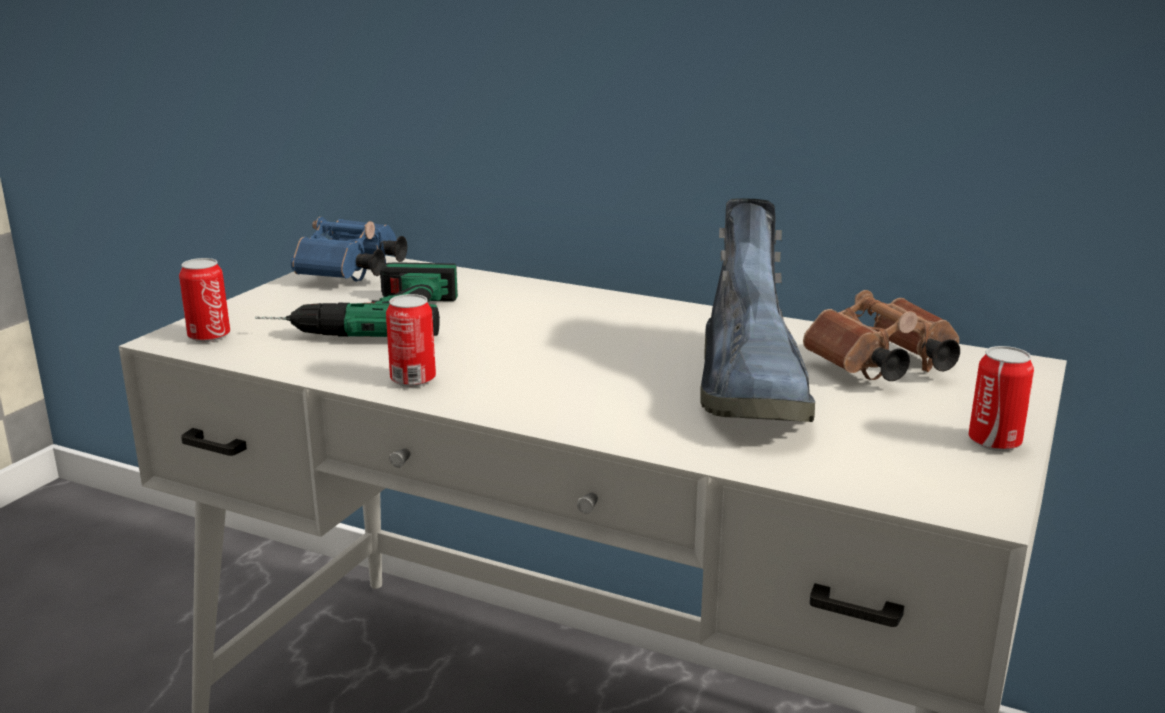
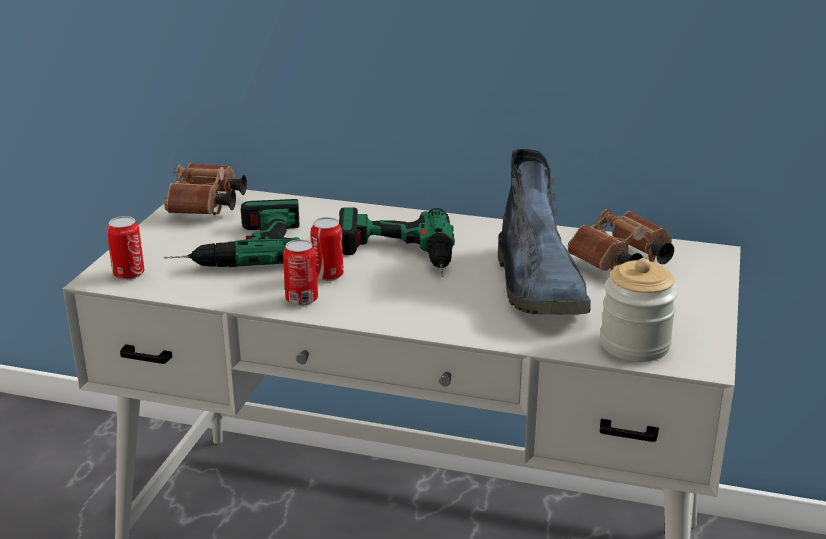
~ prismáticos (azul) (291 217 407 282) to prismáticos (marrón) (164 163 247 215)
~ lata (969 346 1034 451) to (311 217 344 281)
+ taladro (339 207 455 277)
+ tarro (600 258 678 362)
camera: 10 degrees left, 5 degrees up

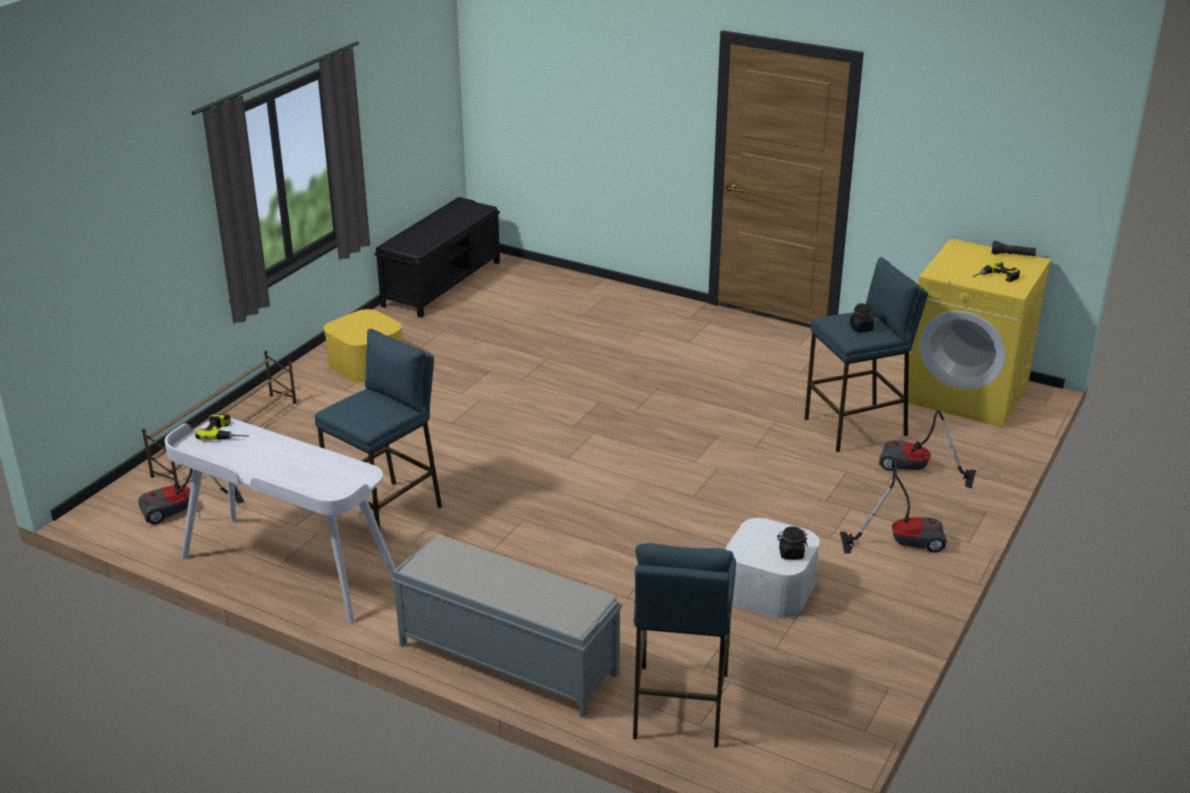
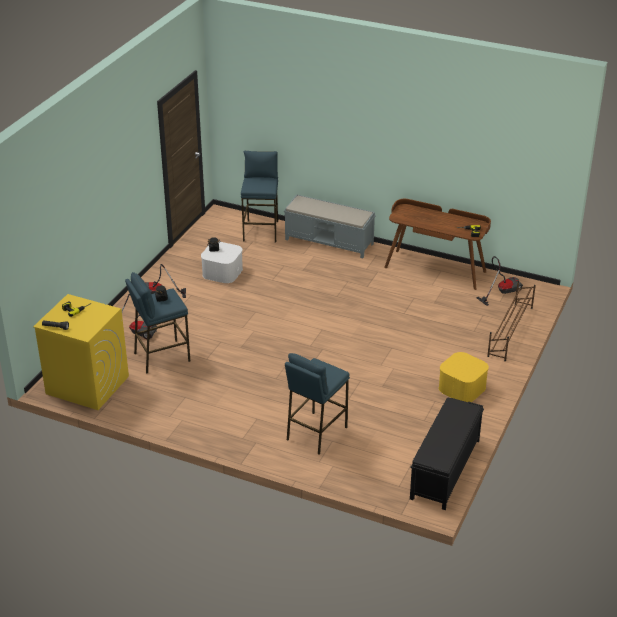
~ taburete (azul) (315 329 442 548) to (285 353 350 455)
~ escritorio (blanco) (165 418 396 624) to escritorio (marrón) (384 199 491 290)
camera: 175 degrees right, 5 degrees up

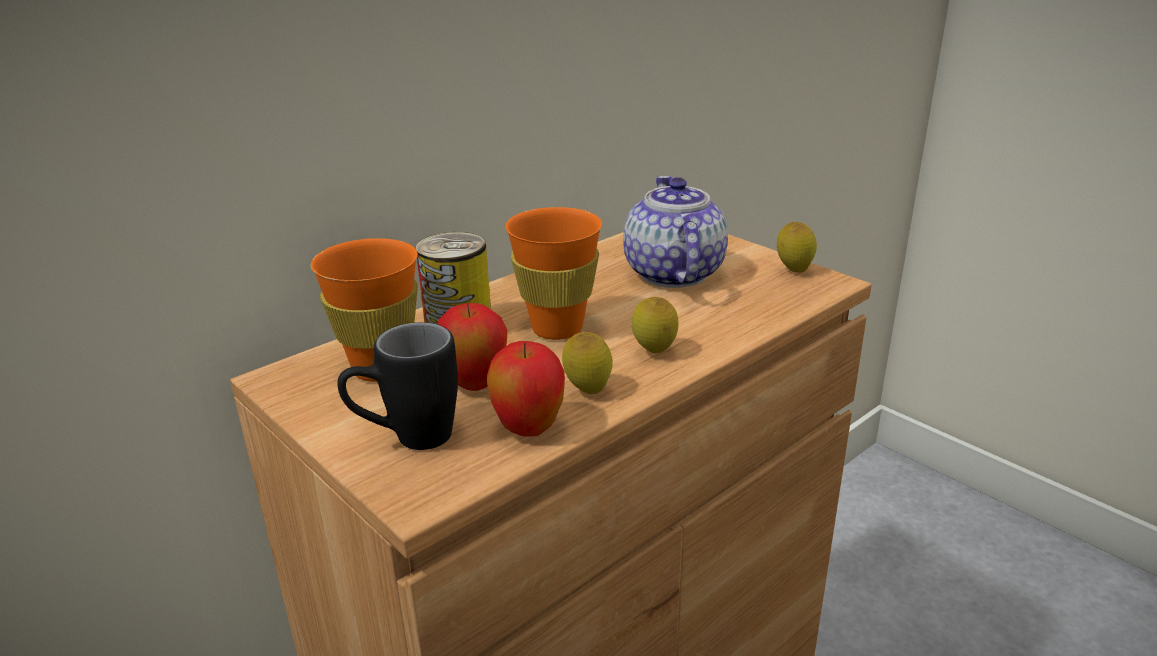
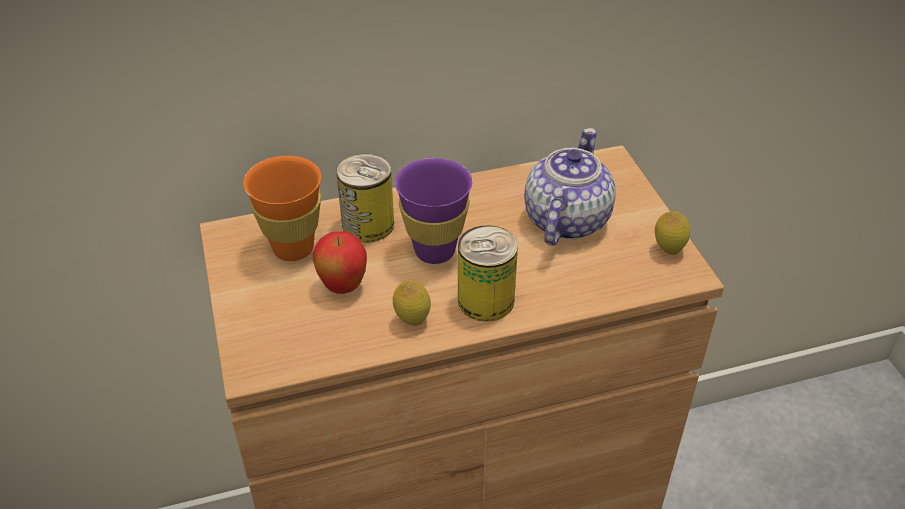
~ taza (naranja) (505 207 602 340) to taza (morado) (395 158 472 264)
~ limón (631 297 679 353) to lata (458 225 518 322)
- taza grande (negro) (337 322 458 450)
- manzana (487 341 565 437)
camera: 25 degrees right, 15 degrees up

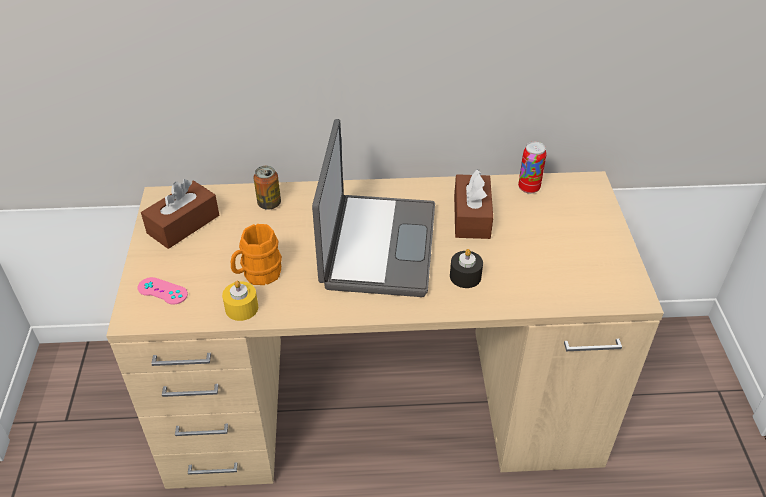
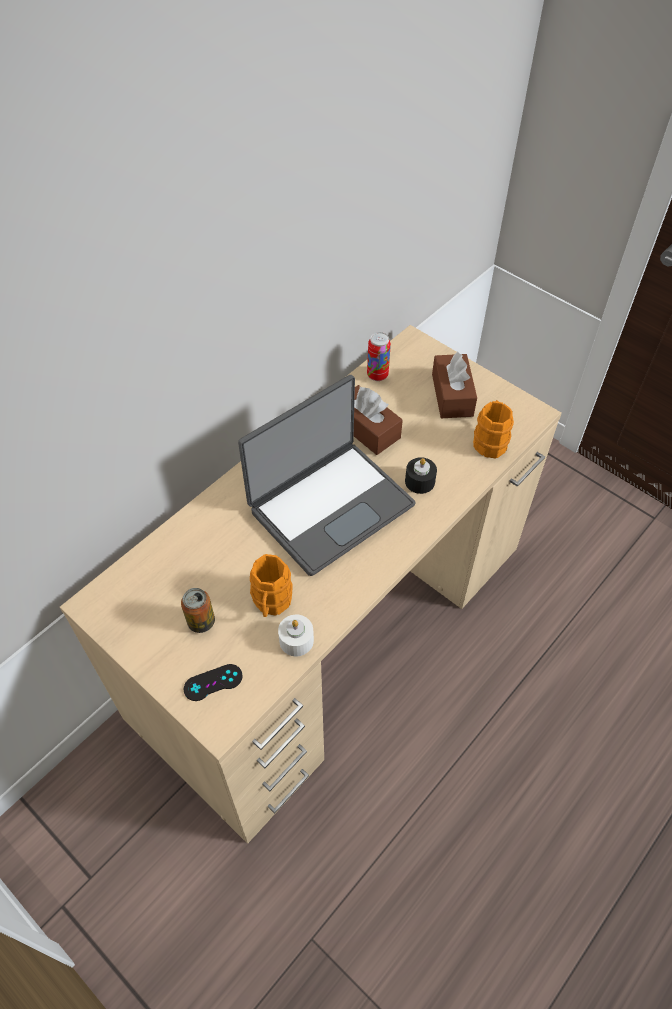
~ lata (253 166 281 210) to (181 588 215 633)
~ mando de consola (rosa) (138 277 188 305) to mando de consola (negro) (183 664 243 701)
~ portátil (312 119 435 297) = (238 375 416 576) 90 degrees clockwise
~ vela (amarillo) (222 281 258 321) to vela (blanco) (278 615 314 656)
~ caja de pañuelos (marrón) (141 179 219 249) to (432 351 477 418)
+ taza grande (naranja) (473 400 514 458)
camera: 45 degrees left, 10 degrees up

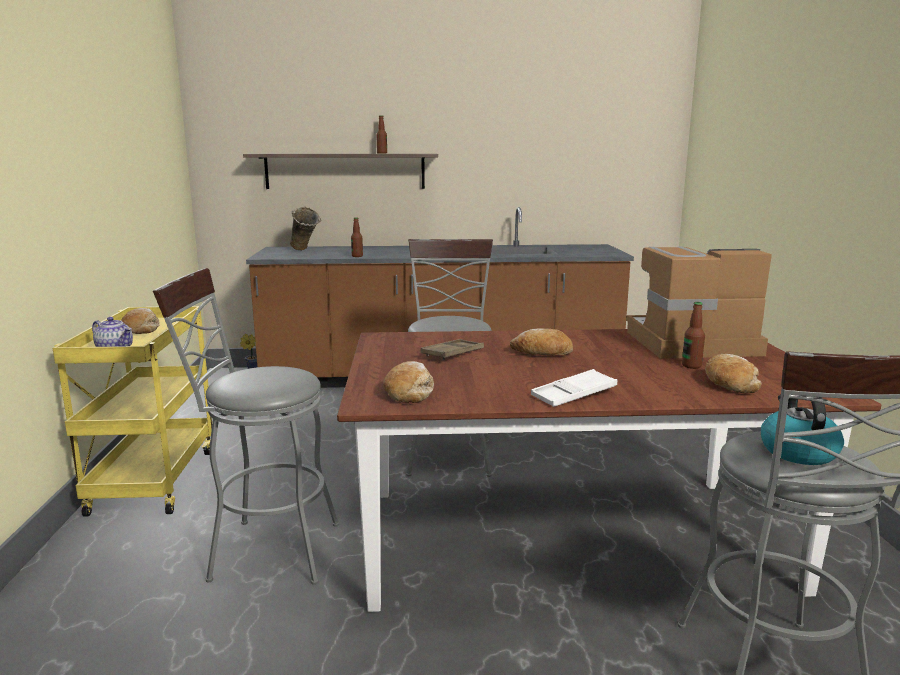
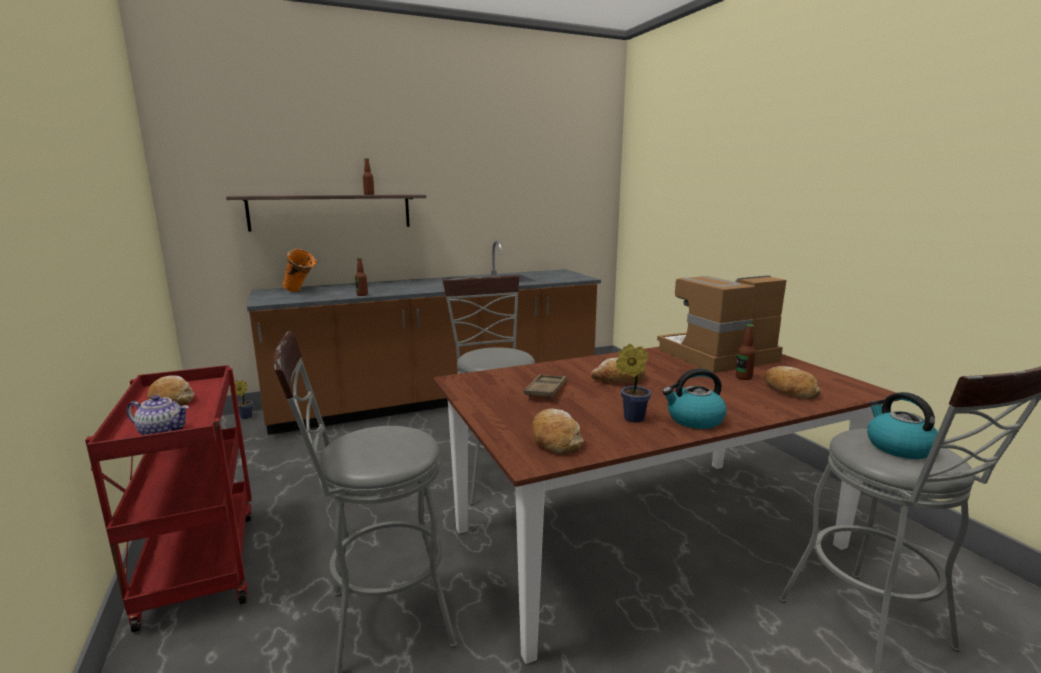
~ carrito (amarillo) (53 306 212 517) to carrito (rojo) (85 365 252 632)
~ florero (beis) (290 207 321 250) to florero (naranja) (283 249 318 292)
+ planta en maceta (616 344 651 423)
~ bandeja (blanco) (531 369 617 407) to hervidor (662 369 727 429)
camera: 20 degrees left, 0 degrees up

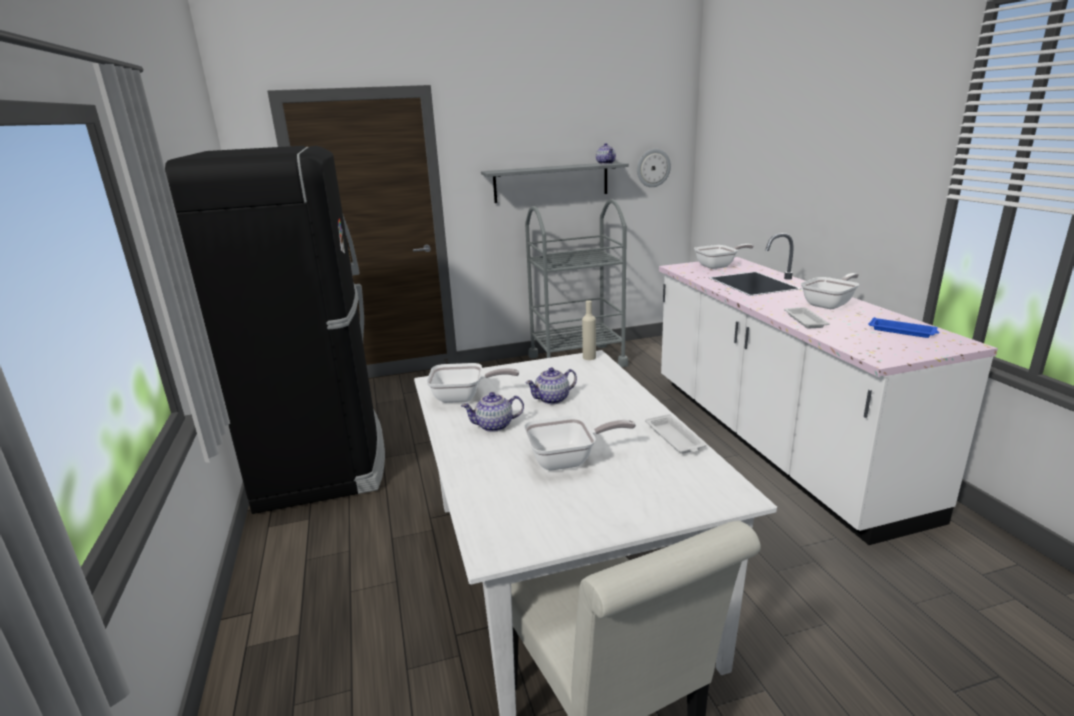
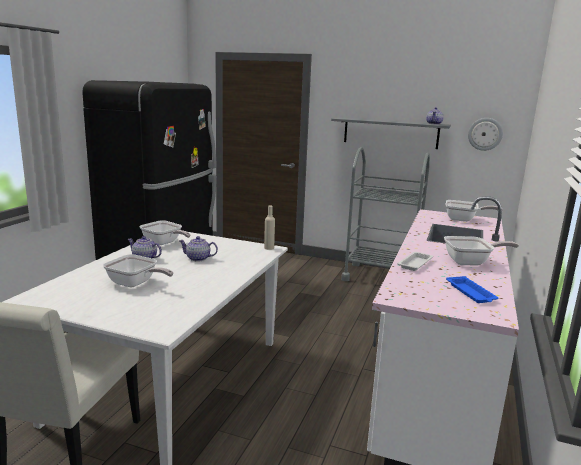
- bandeja (blanco) (645 414 706 454)
camera: 35 degrees right, 5 degrees down

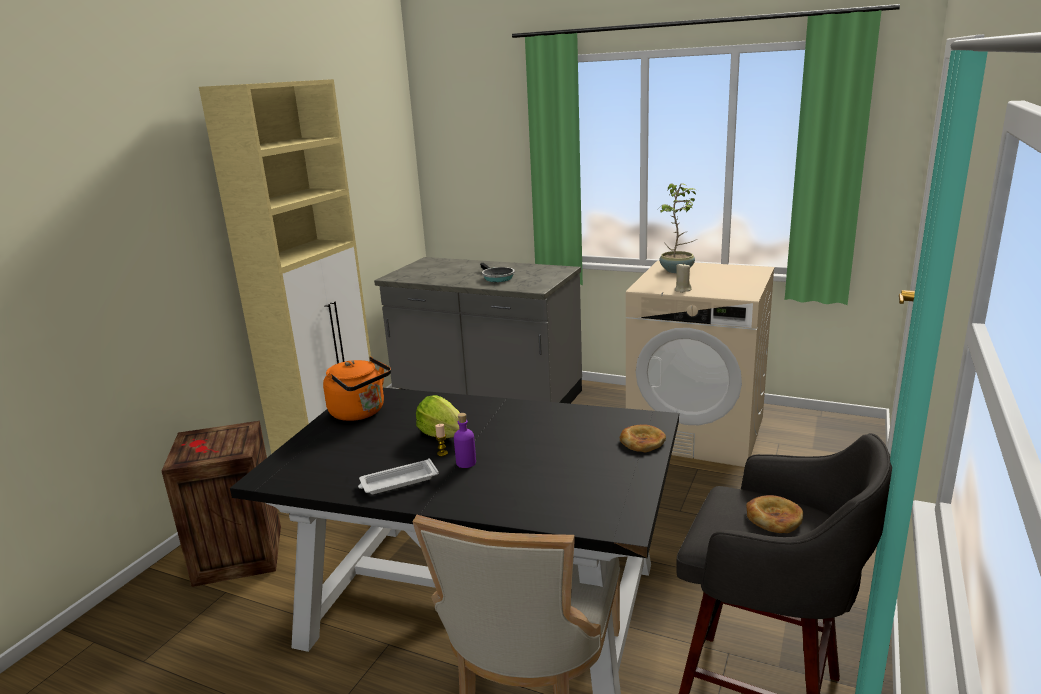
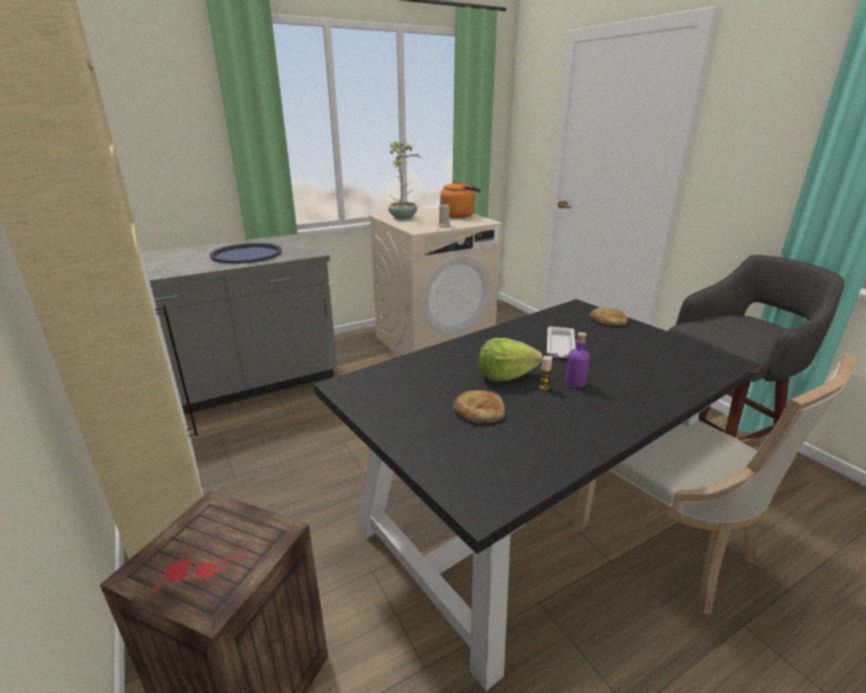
~ sartén (480 263 515 282) to bandeja (azul) (210 243 282 264)
~ hervidor (naranja) (323 357 391 421) to (440 181 481 218)
~ pan (746 495 803 533) to (453 390 505 423)
~ bandeja (blanco) (358 458 439 494) to (547 326 576 358)
camera: 55 degrees left, 5 degrees up

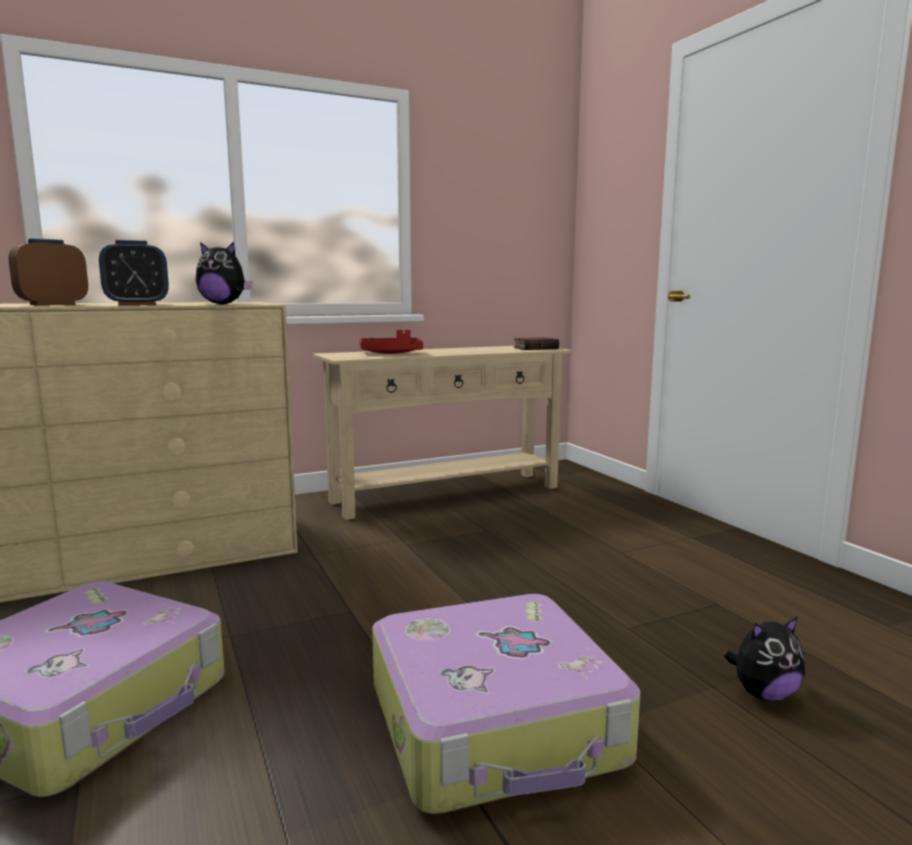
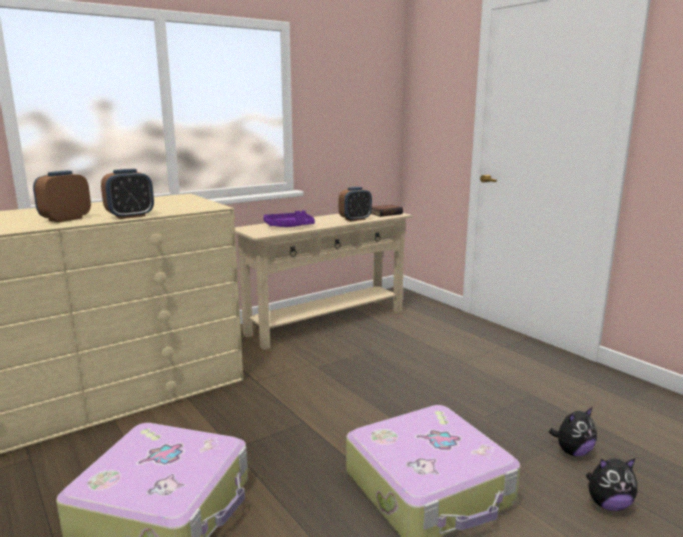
~ bandeja (rojo) (359 330 423 354) to bandeja (morado) (263 210 315 227)
+ despertador (339 187 372 221)
~ peluche (196 242 253 304) to (586 458 637 511)
camera: 10 degrees left, 5 degrees up

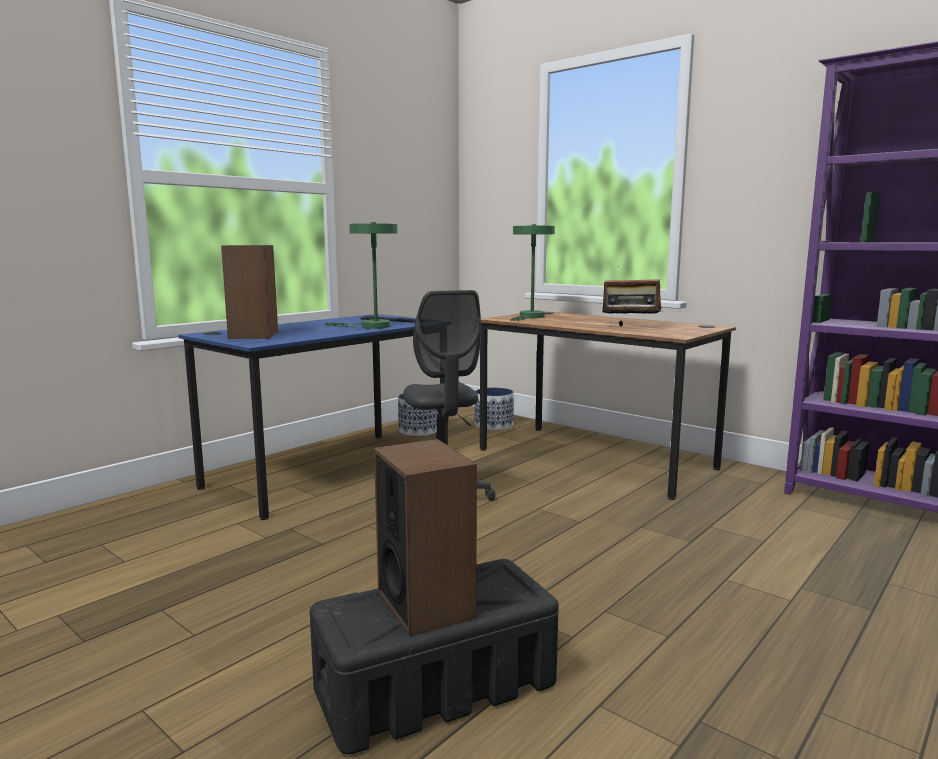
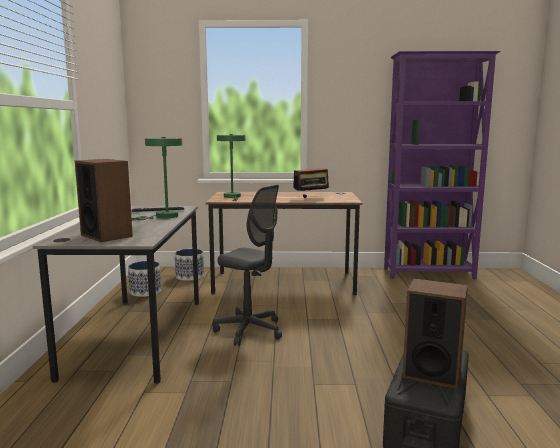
~ escritorio (azul) (178 314 448 520) to escritorio (gris) (33 206 199 384)
camera: 40 degrees left, 0 degrees up

